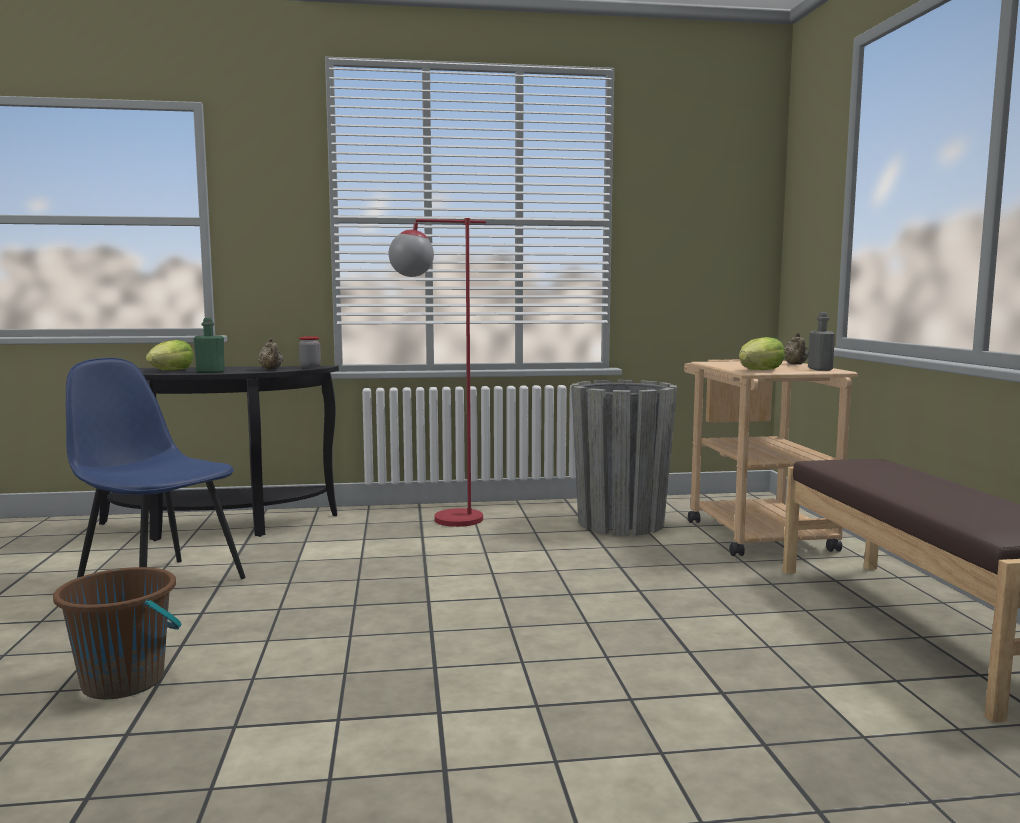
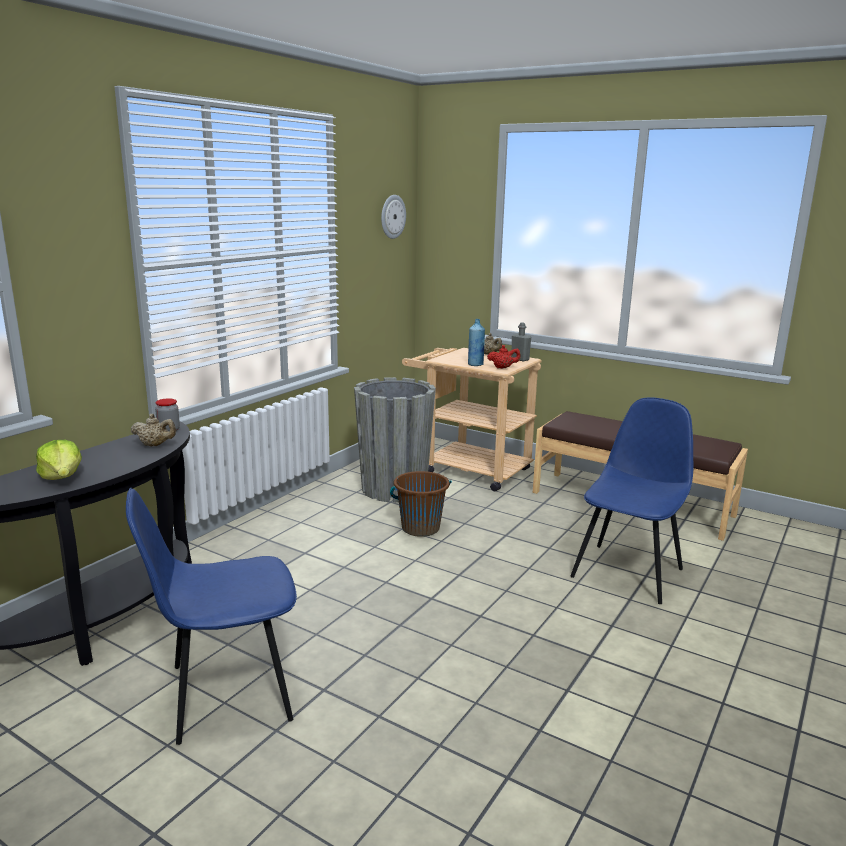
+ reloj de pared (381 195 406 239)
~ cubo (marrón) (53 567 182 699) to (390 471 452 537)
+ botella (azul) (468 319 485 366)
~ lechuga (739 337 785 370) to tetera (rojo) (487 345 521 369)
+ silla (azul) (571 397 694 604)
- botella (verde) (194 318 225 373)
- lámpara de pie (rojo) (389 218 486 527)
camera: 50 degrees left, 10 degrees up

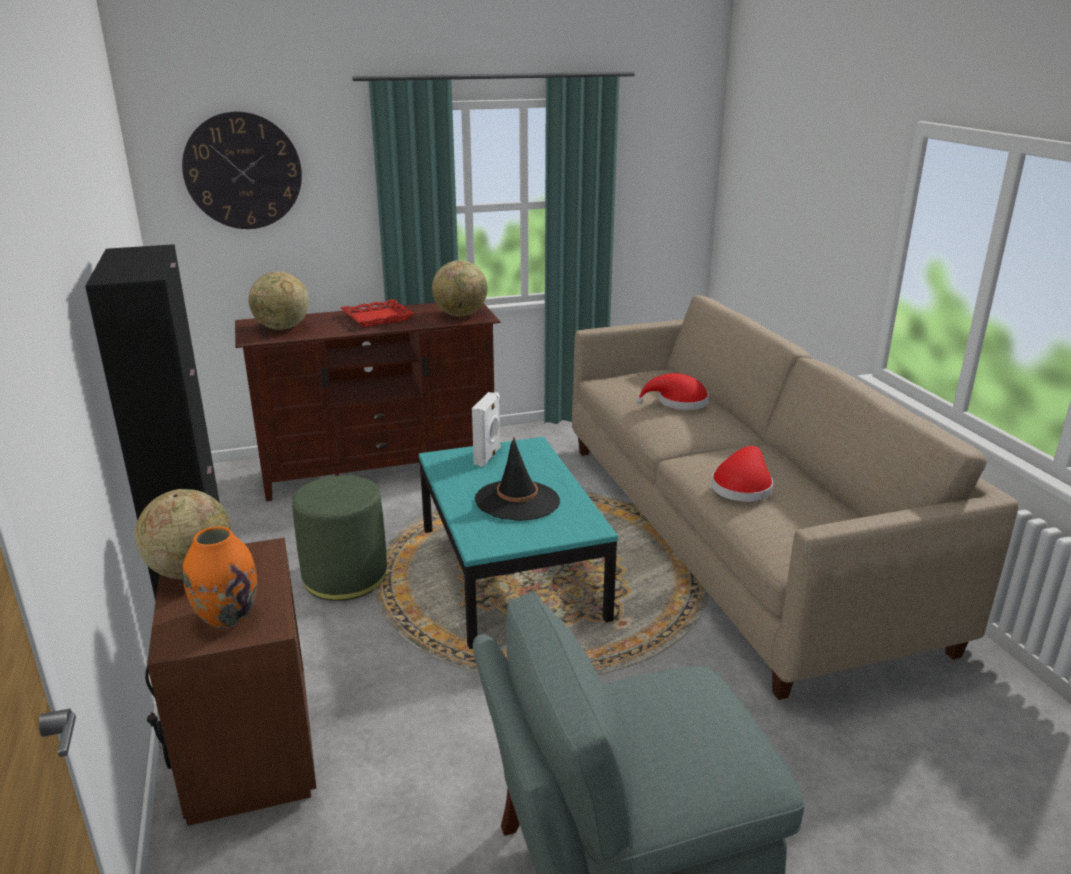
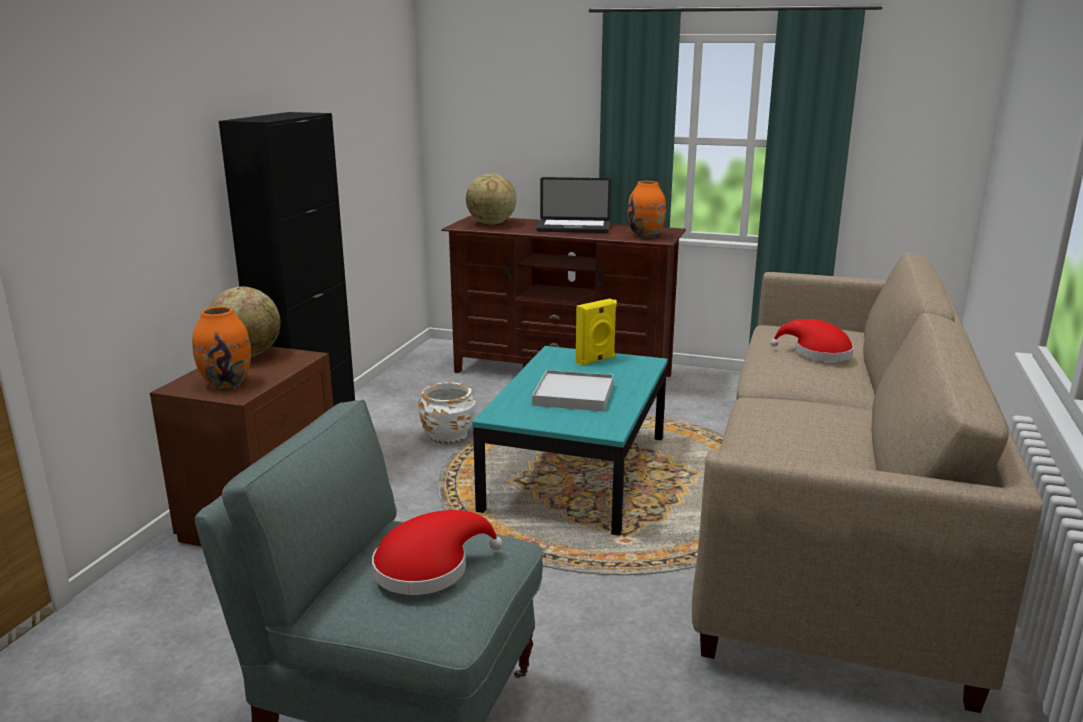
~ sombrero (rojo) (711 446 773 502) to (372 510 503 595)
~ puf (verde) (292 475 387 601) to maceta (blanco) (418 382 476 444)
~ sombrero (negro) (475 437 560 521) to bandeja (blanco) (532 370 614 411)
~ bandeja (rojo) (341 299 415 327) to portátil (536 177 611 233)
~ altavoz (blanco) (472 392 501 467) to altavoz (amarillo) (576 298 617 366)
~ globo terráqueo (432 260 488 316) to florero (naranja) (628 181 666 238)
- reloj de pared (182 112 302 229)
camera: 35 degrees right, 5 degrees down

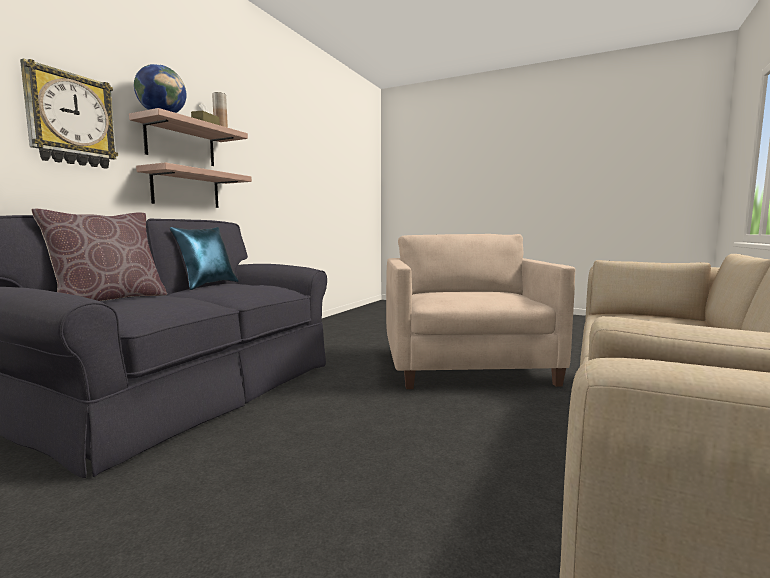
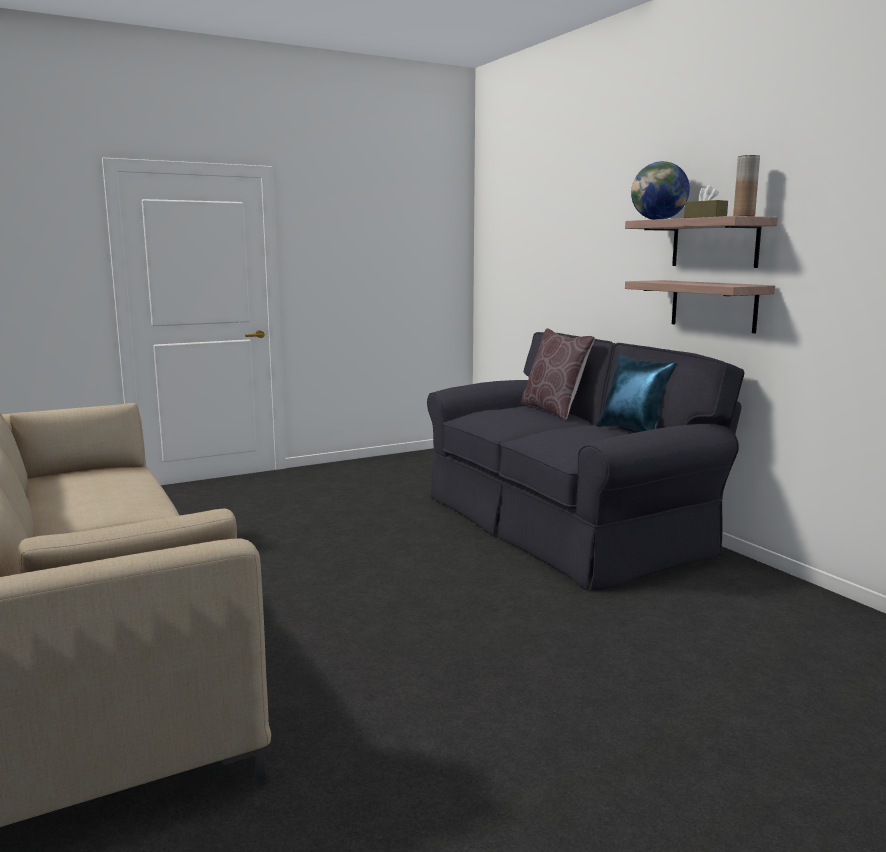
- reloj de pared (20 58 118 169)
- sillón (beis) (386 234 575 389)
camera: 125 degrees right, 5 degrees up

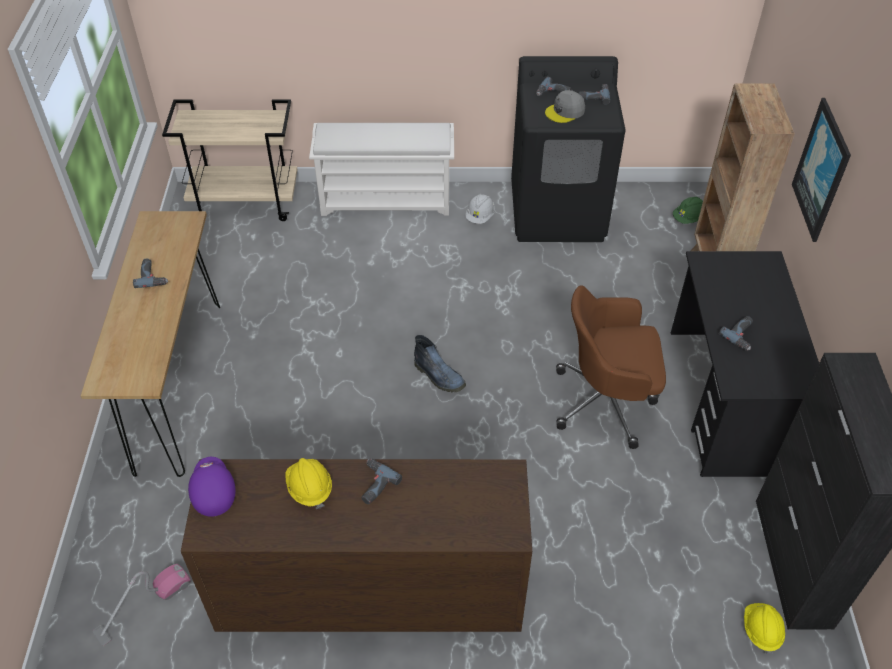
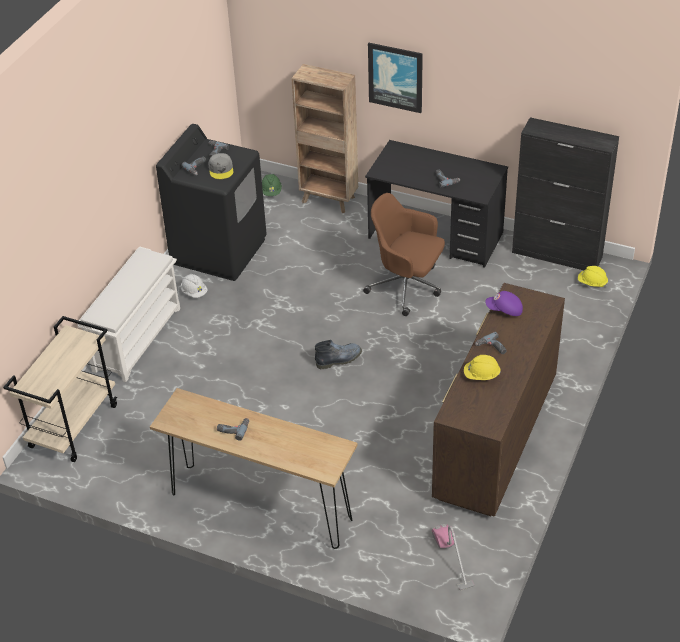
~ silla de oficina (marrón) (556 285 666 449) = (363 193 445 316) 90 degrees clockwise
~ gorra (morado) (188 457 235 517) to (485 291 523 316)
camera: 65 degrees left, 5 degrees down

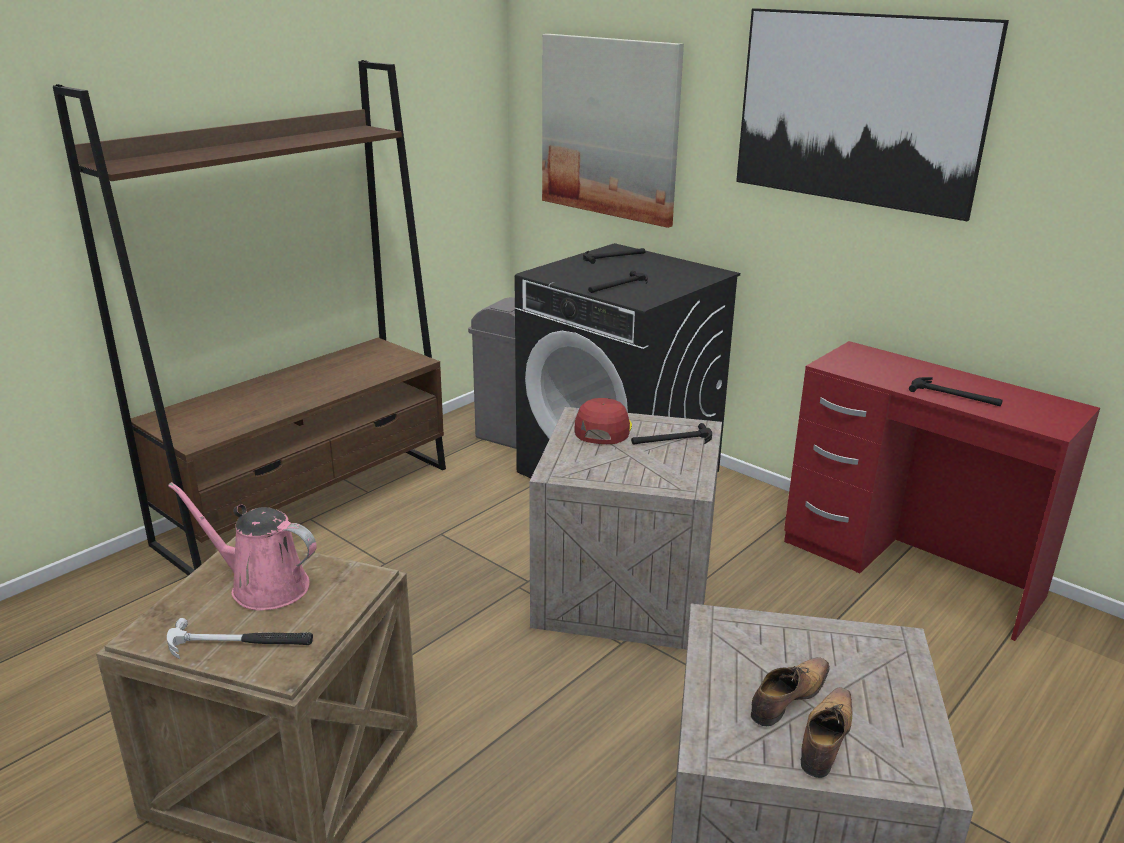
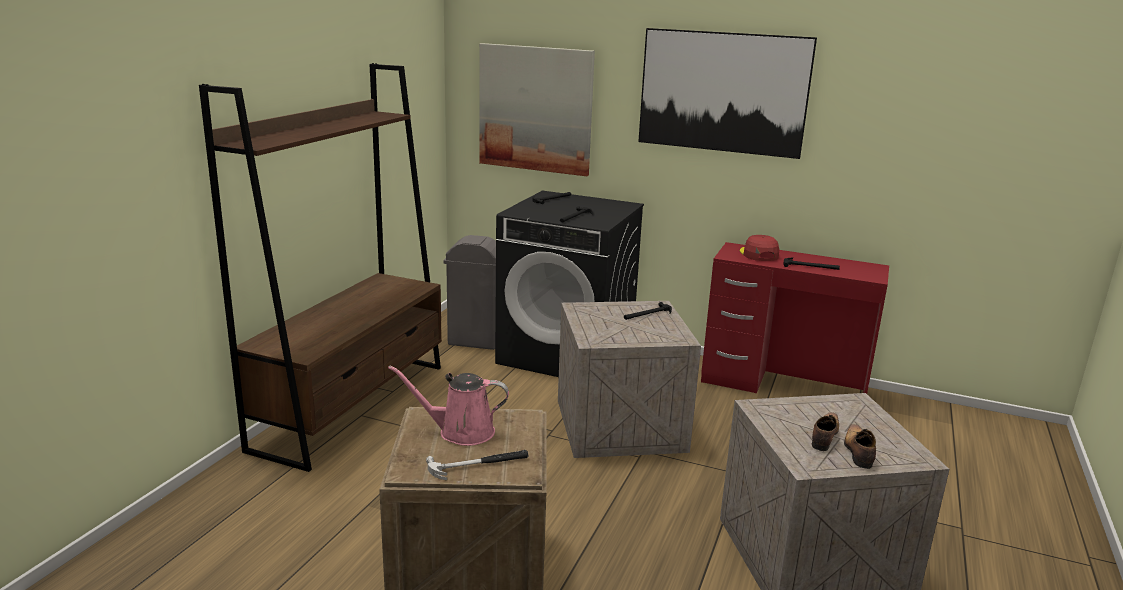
~ gorra (rojo) (575 398 632 444) to (740 235 779 261)
camera: 20 degrees left, 5 degrees down

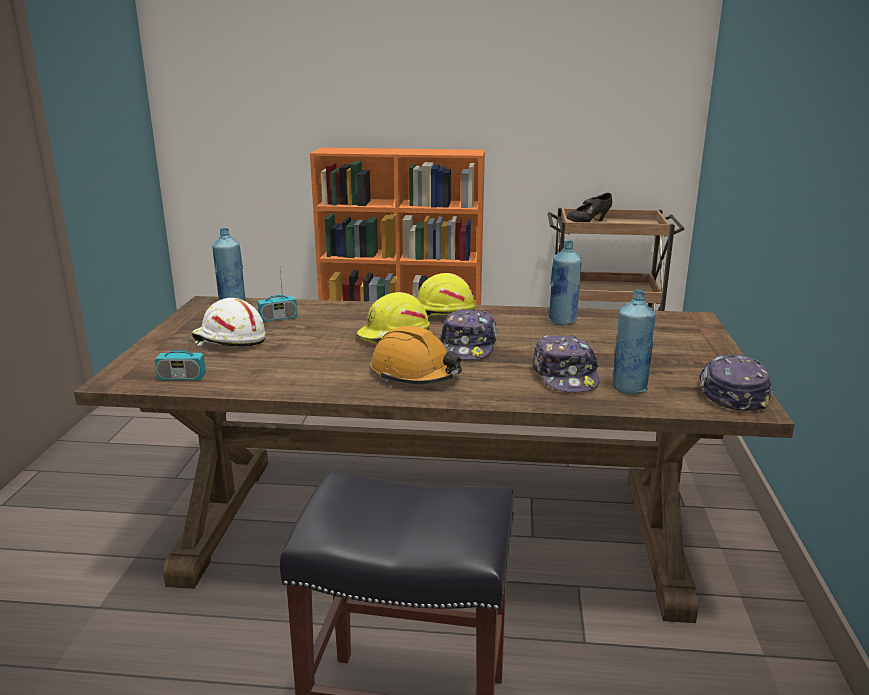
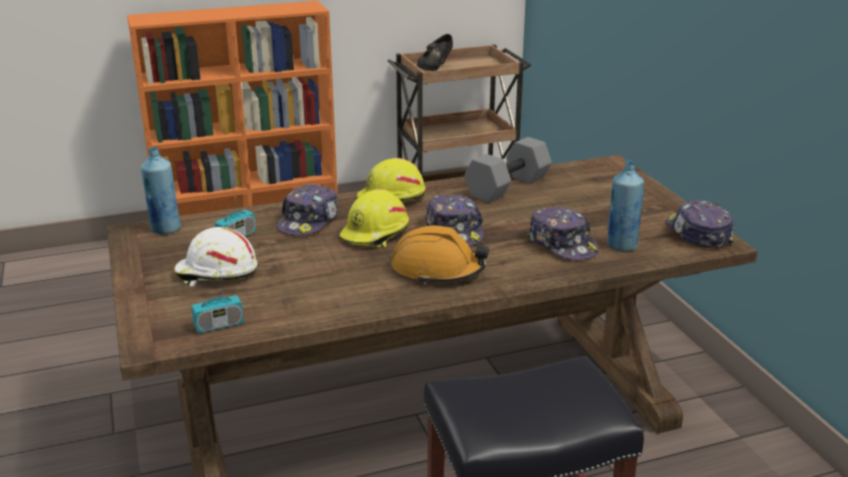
+ gorra (277 183 338 236)
~ botella (azul) (548 240 582 325) to mancuerna (gris) (464 137 552 203)
camera: 25 degrees left, 5 degrees up

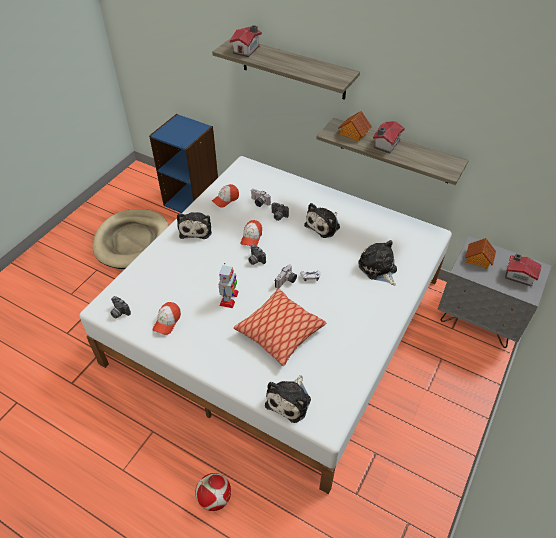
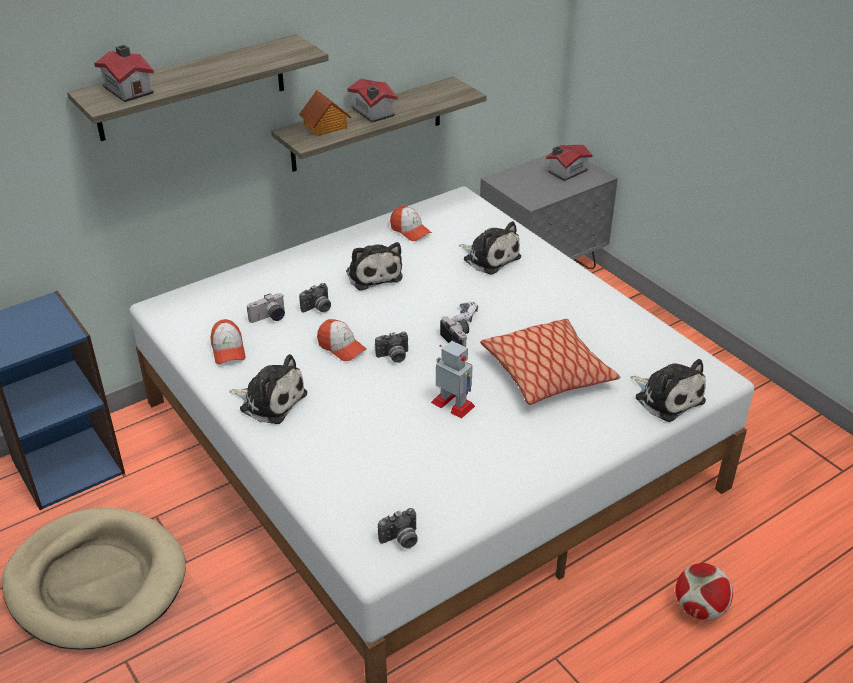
~ gorra (152 302 181 335) to (390 206 432 241)
~ peluche (358 240 397 286) = (459 221 521 275) 135 degrees counterclockwise
- casita (465 238 496 269)
camera: 65 degrees left, 10 degrees down

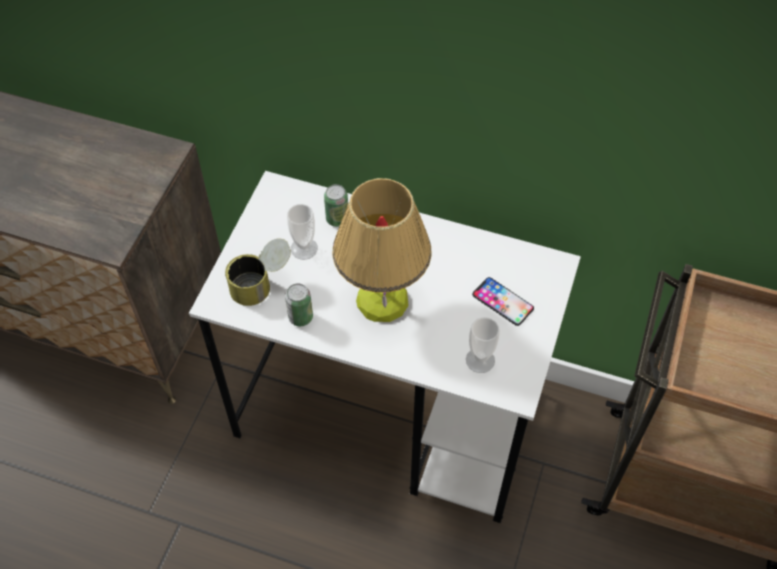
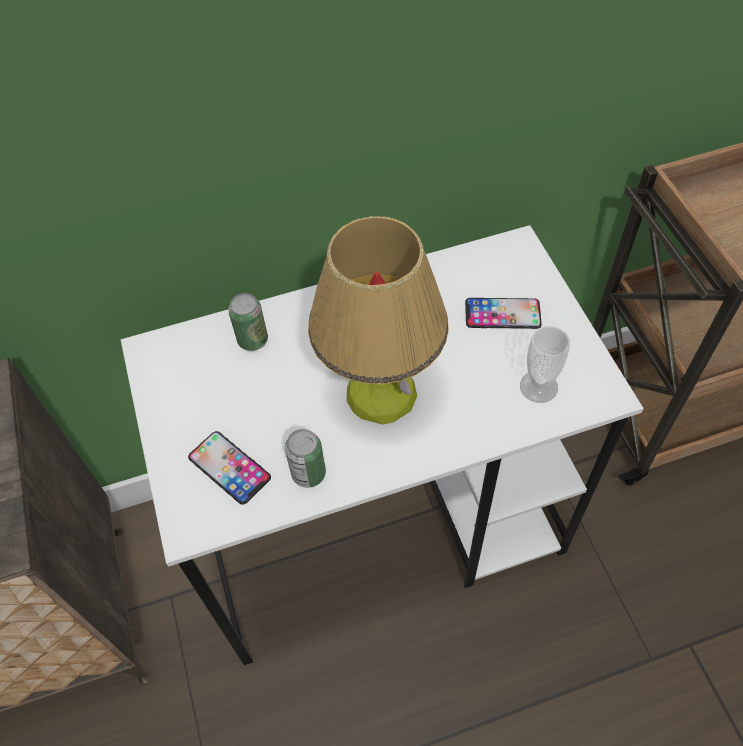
~ lata (225 239 291 306) to móvil (188 431 271 505)
- taza (287 204 318 260)
camera: 35 degrees left, 0 degrees up

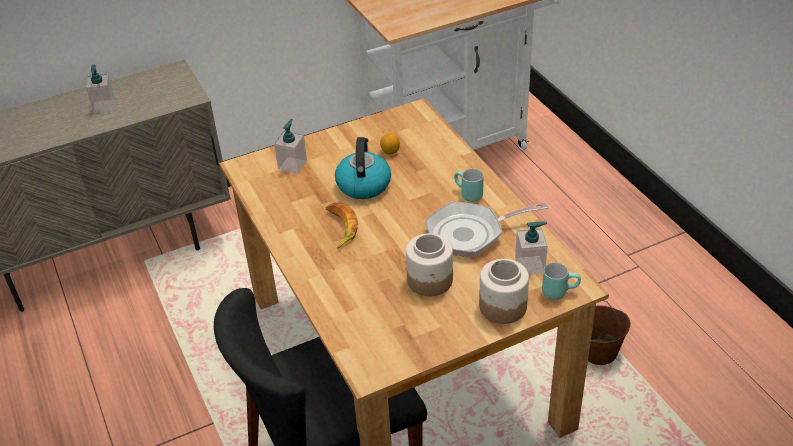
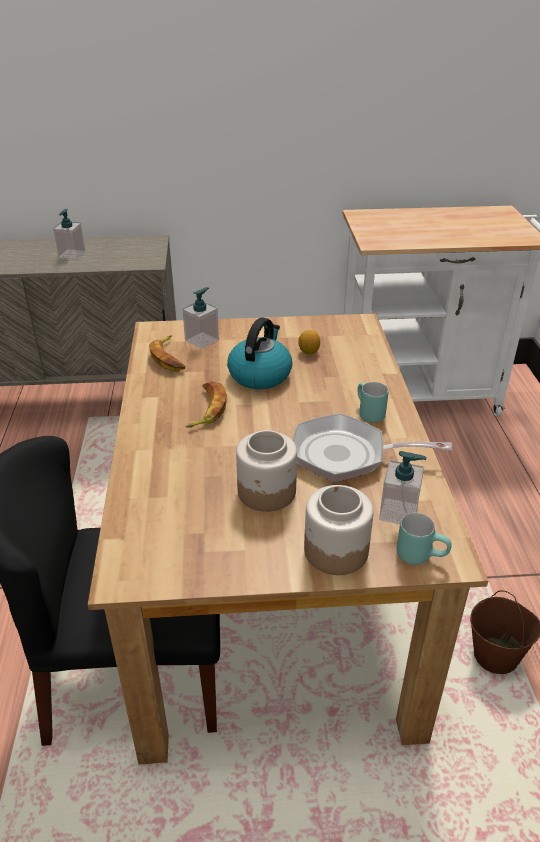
+ plátano (149 335 185 371)
camera: 20 degrees right, 5 degrees down

